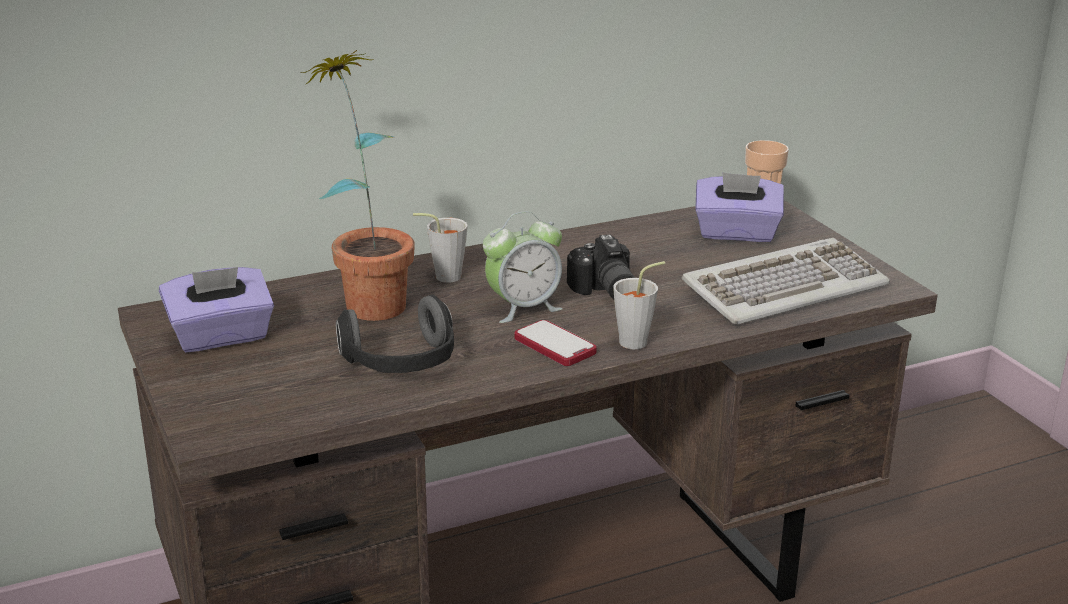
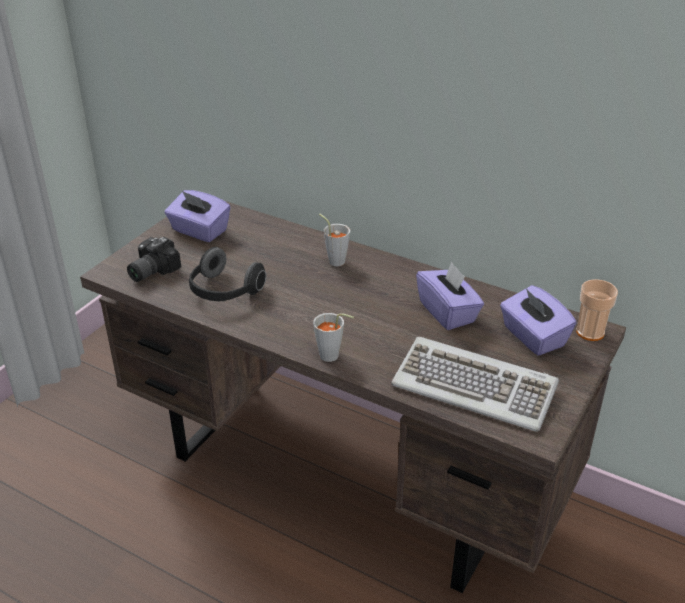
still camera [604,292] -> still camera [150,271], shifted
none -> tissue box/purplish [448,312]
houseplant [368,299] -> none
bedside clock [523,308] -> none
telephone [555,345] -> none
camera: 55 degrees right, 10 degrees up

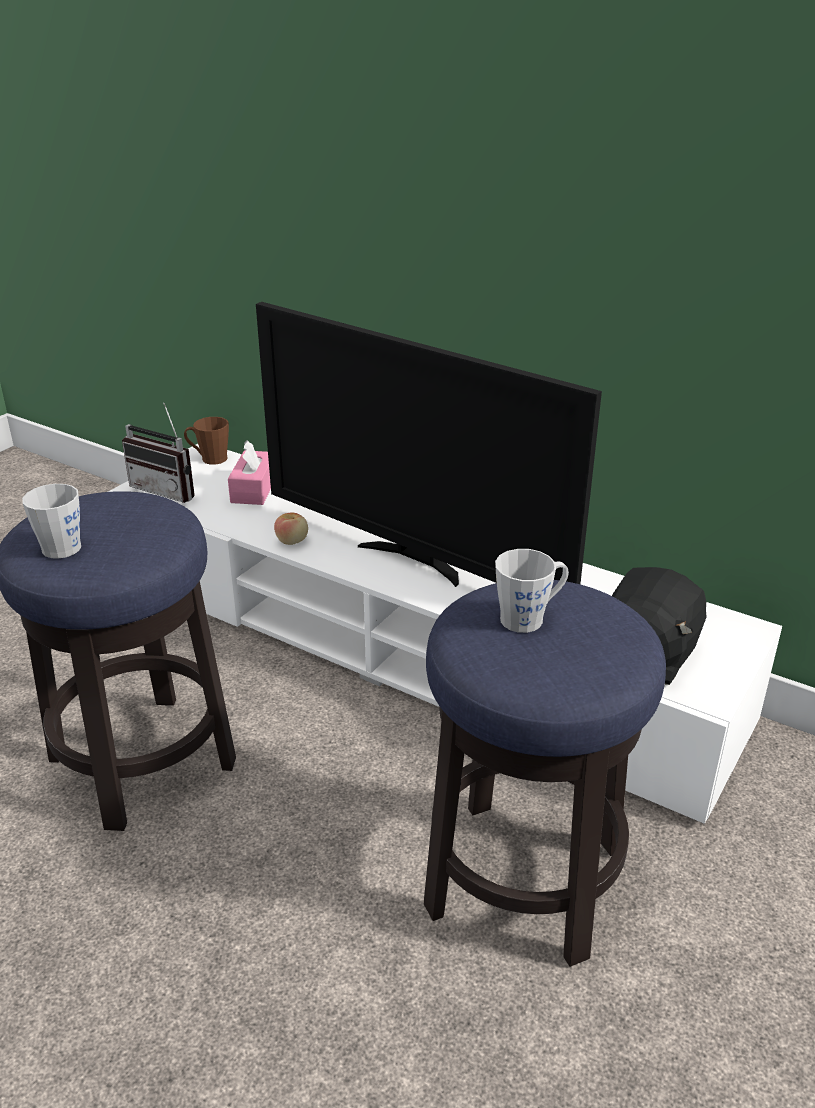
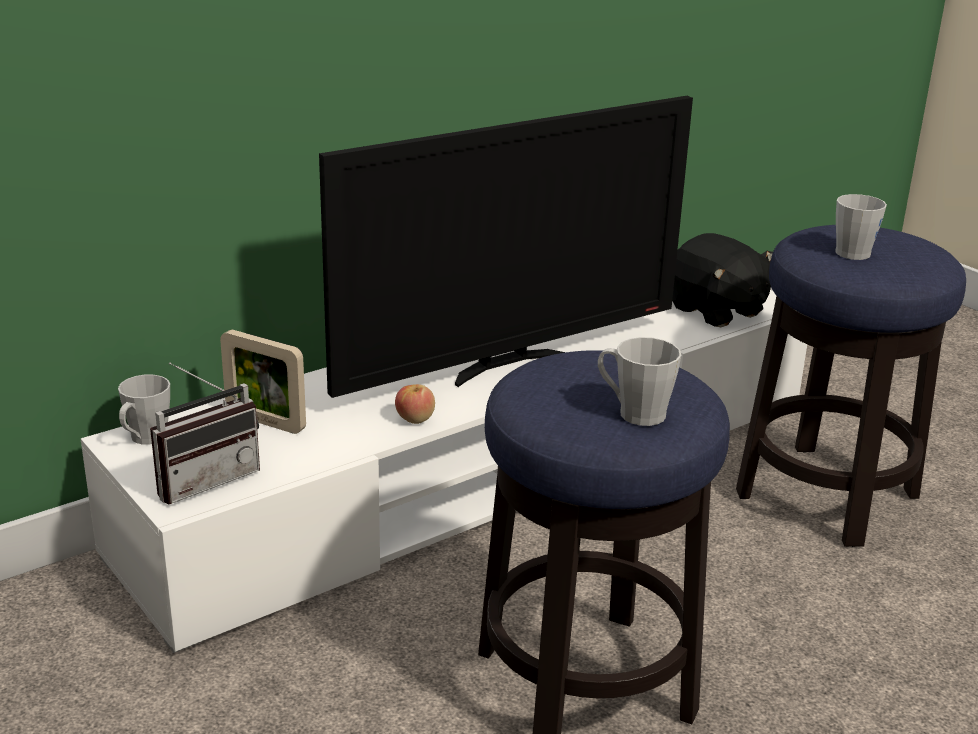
mug/brown-coloured [209,459] -> mug/grey [145,439]
tissue box/pink [254,489] -> picture frame [265,422]
camera: 70 degrees left, 5 degrees down

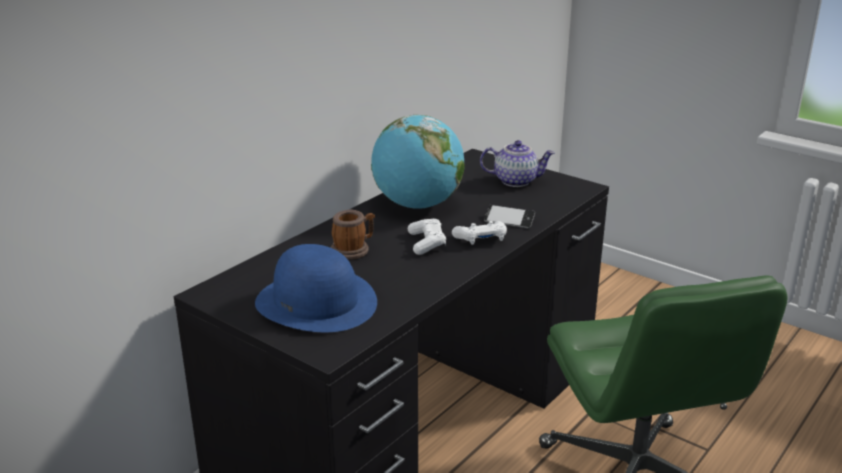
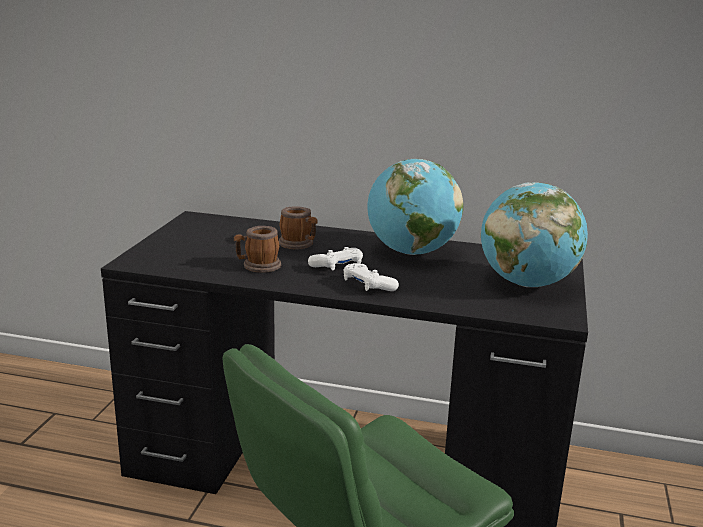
none -> mug [258,266]
pot for tea [516,181] -> world globe [527,283]
clothing hat/bluish [316,302] -> none
telephone [509,220] -> none
camera: 65 degrees right, 5 degrees down

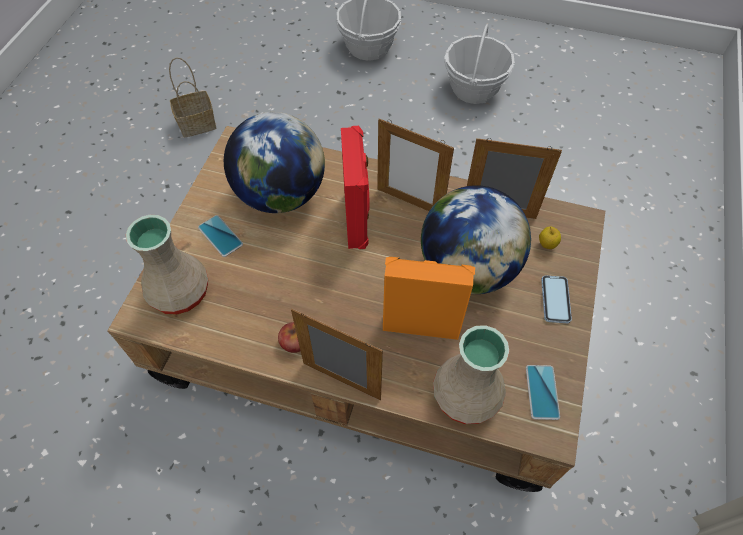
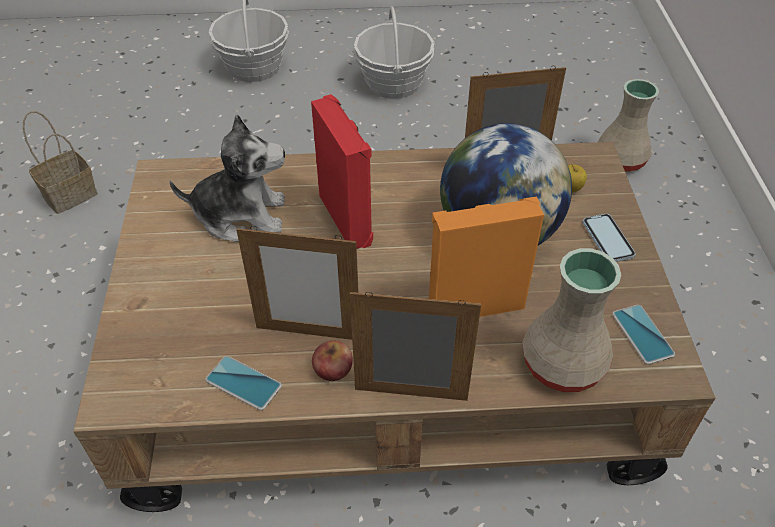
world globe [281,194] -> cuddly toy [241,215]
telephone [220,236] -> telephone [243,383], shifted
picture frame [409,202] -> picture frame [308,333], shifted
vase/beige-coloured [179,293] -> vase/beige-coloured [620,161], shifted
camera: 20 degrees left, 10 degrees down

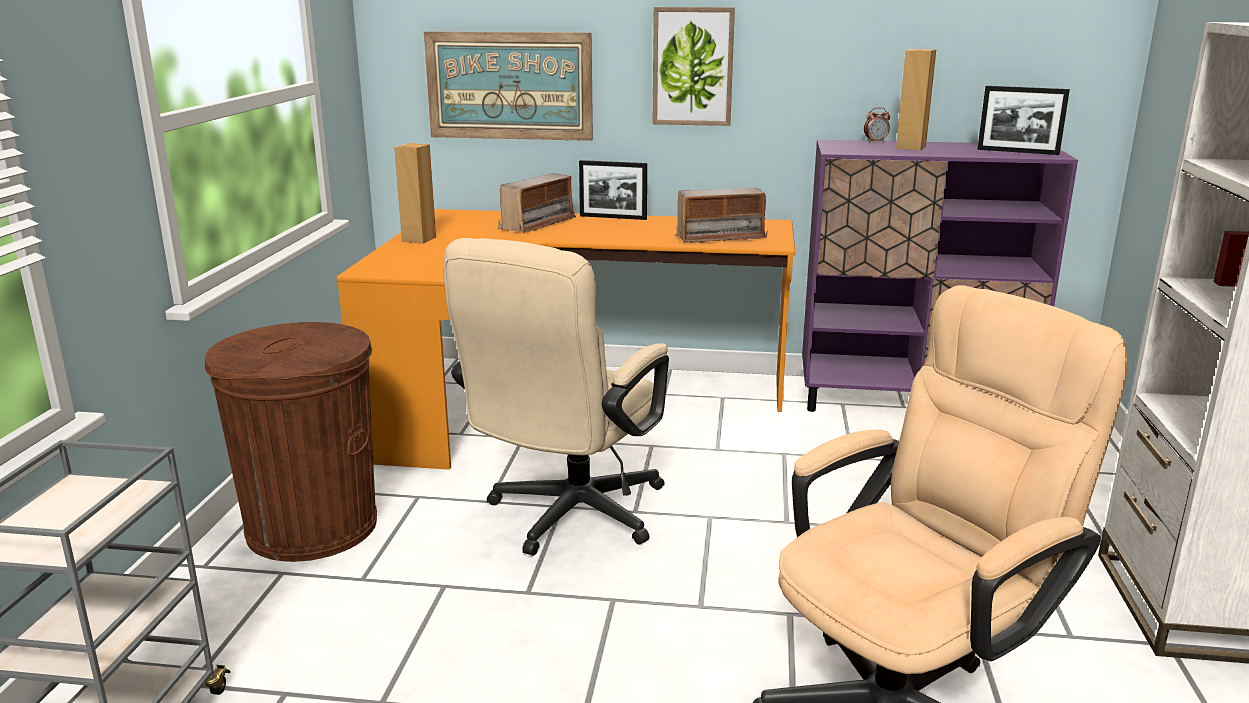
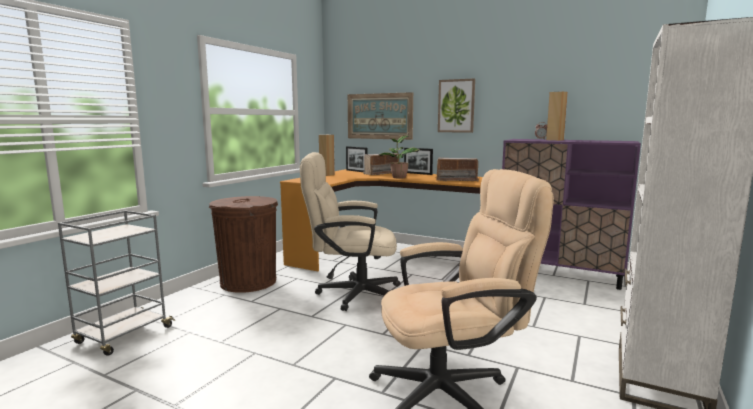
office chair/beige-coloured [568,518] -> office chair/beige-coloured [351,294], 45 degrees clockwise
picture frame [1017,152] -> picture frame [356,171], shifted
none -> houseplant [398,177]
camera: 20 degrees right, 10 degrees down

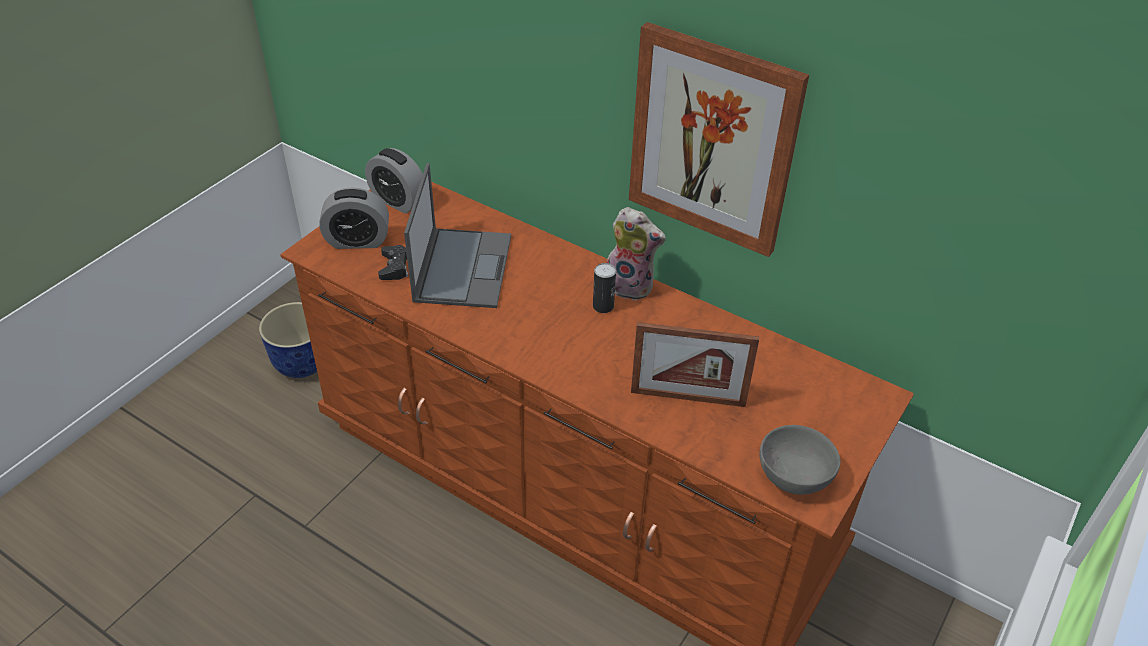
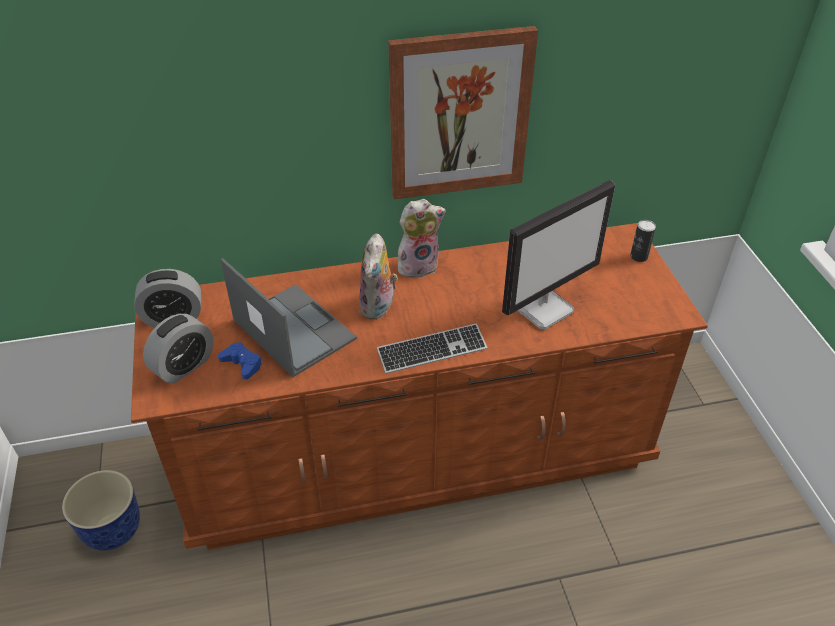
joypad/black [394,267] -> joypad/bluish [242,364]
none -> cuddly toy [379,307]
none -> PC keyboard [432,350]
picture frame [688,398] -> monitor [543,308]
sealed can [603,306] -> sealed can [639,256], shifted
bowl/grey [791,476] -> none
camera: 45 degrees left, 0 degrees up

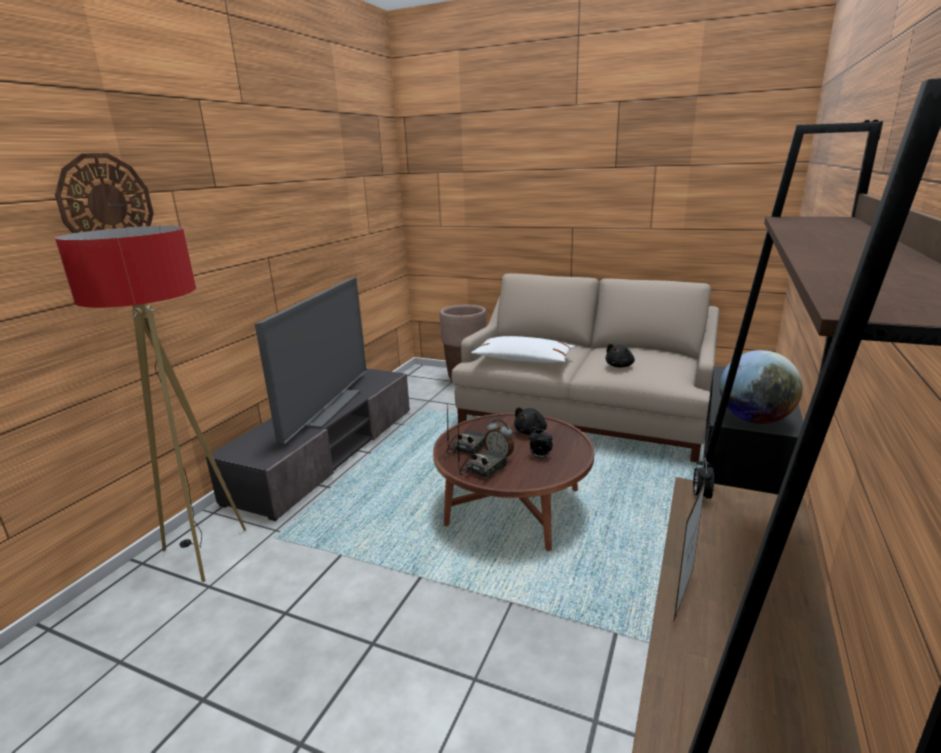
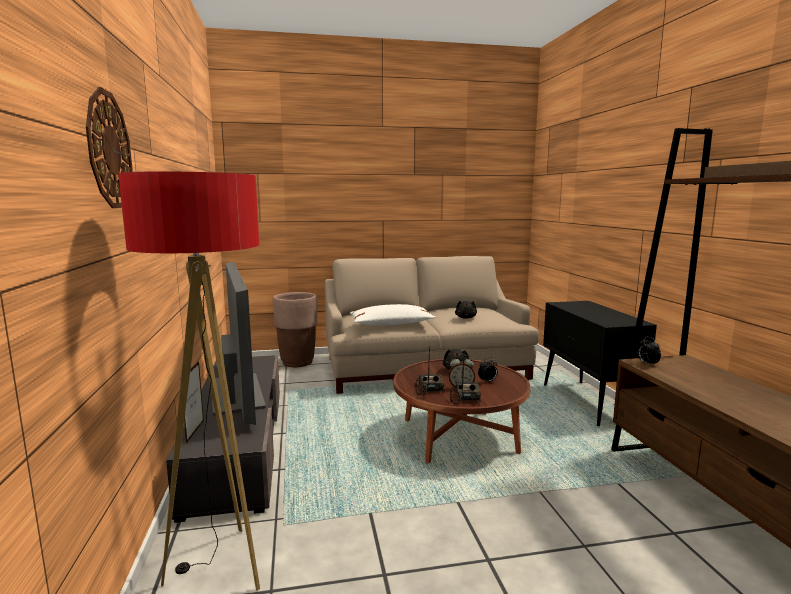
picture frame [684,594] -> picture frame [195,431], shifted
world globe [754,420] -> none
camera: 35 degrees left, 10 degrees down

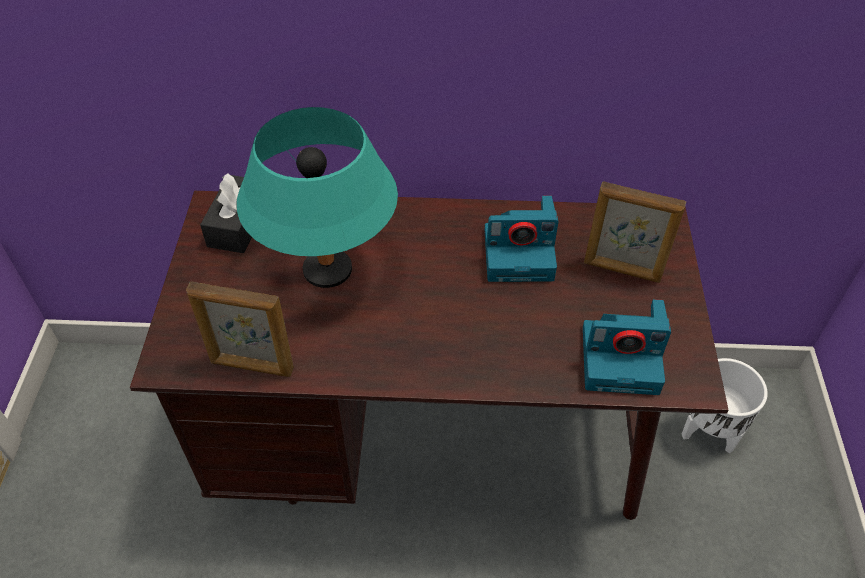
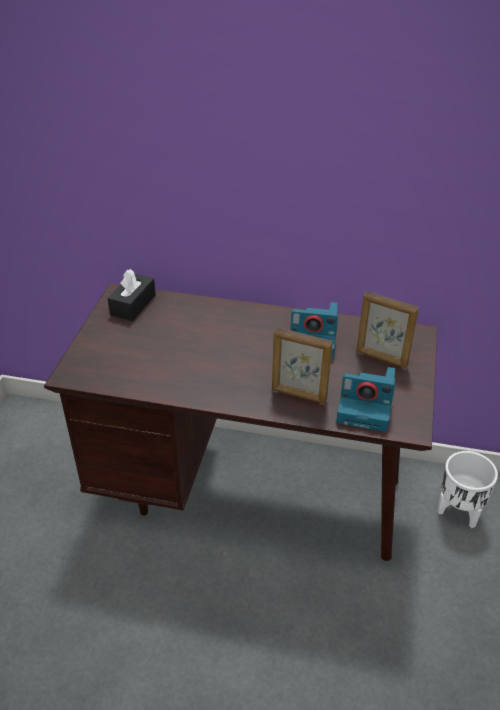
picture frame [251,366] -> picture frame [298,395], shifted
table lamp/blue-green [327,270] -> none
camera: 10 degrees right, 10 degrees down

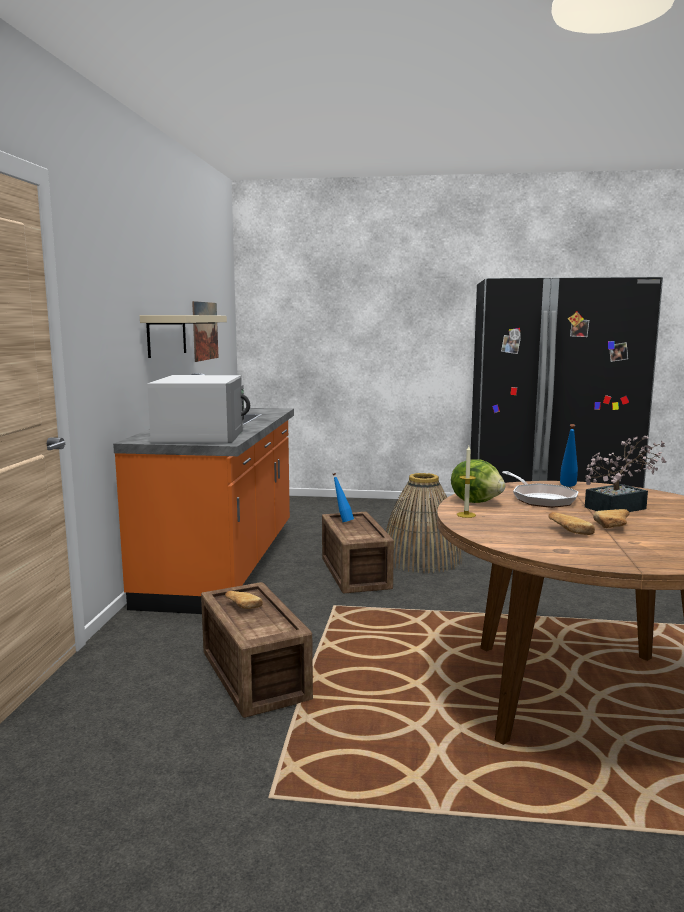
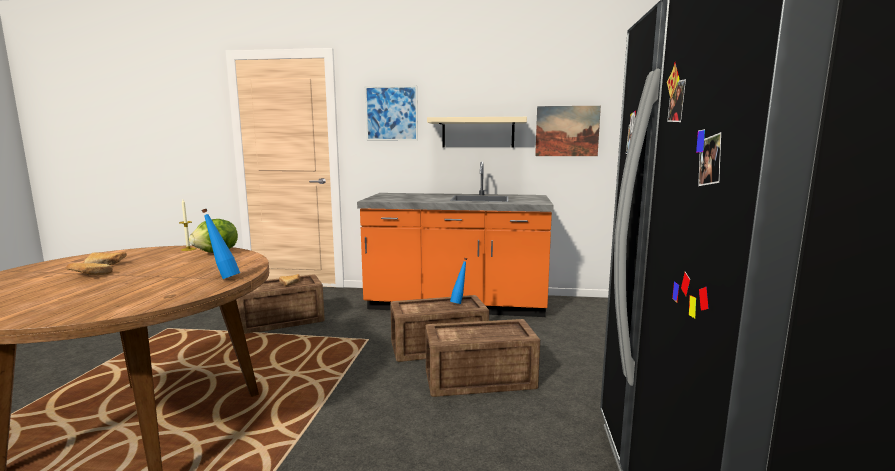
none -> picture [391,113]
household basket [421,558] -> crate [482,380]
microwave oven/white [201,434] -> none
frying pan [541,499] -> none
houseplant [621,507] -> none
camera: 90 degrees right, 0 degrees up

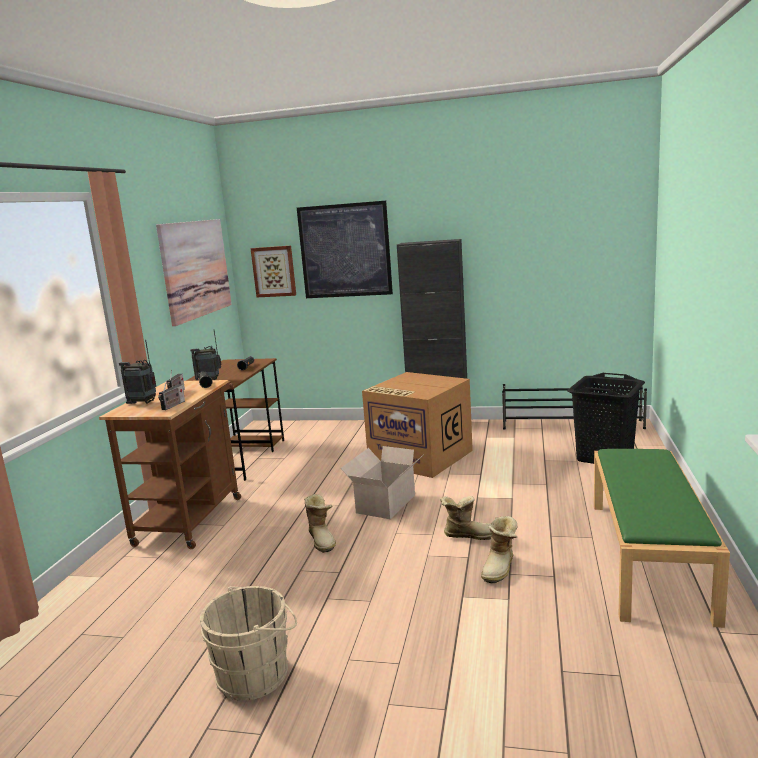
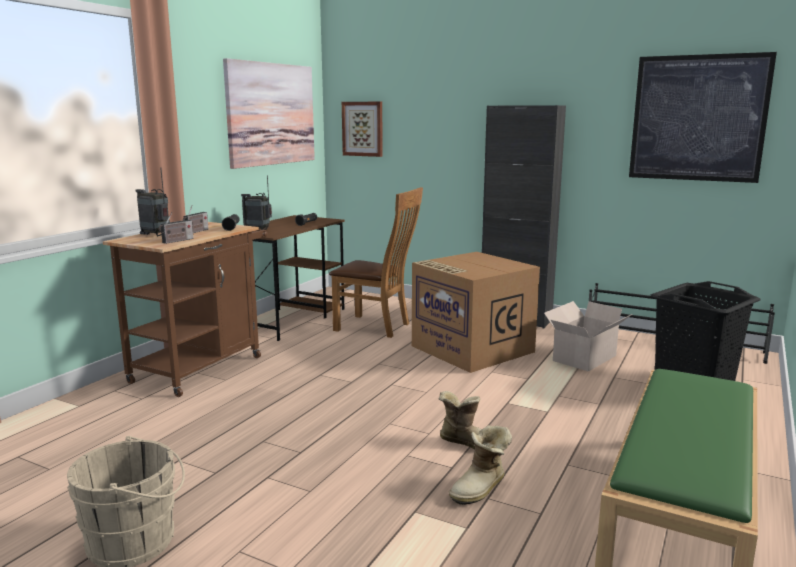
none -> upright chair/brown-coloured [376,327]
packing box [384,504] -> packing box [583,358], shifted
picture [345,250] -> picture [698,118], shifted
boot [322,540] -> none
camera: 15 degrees right, 0 degrees up

